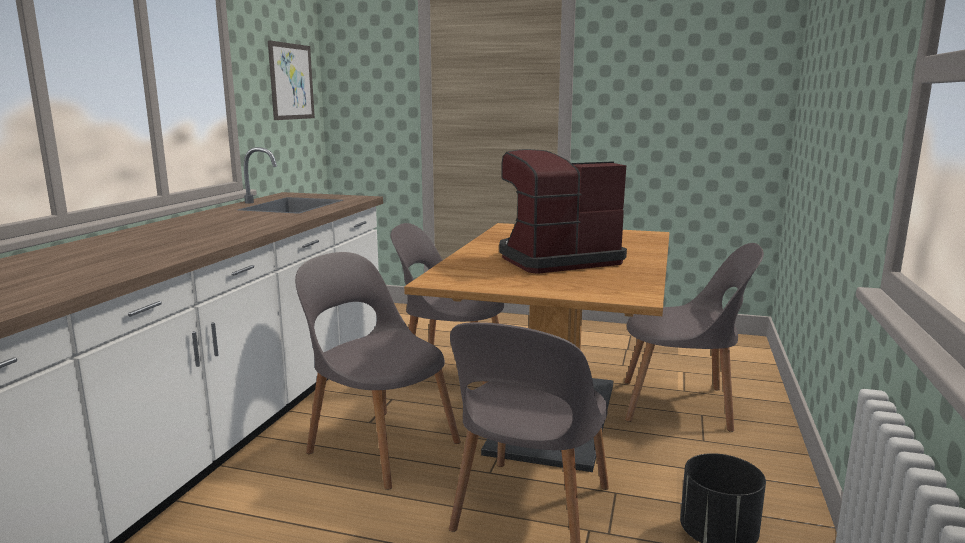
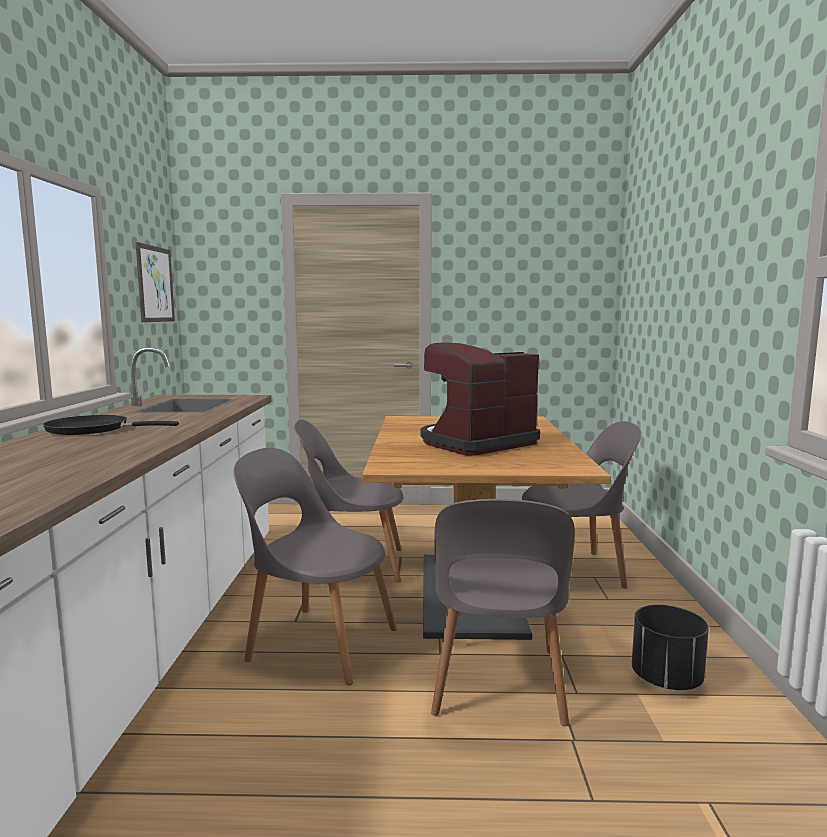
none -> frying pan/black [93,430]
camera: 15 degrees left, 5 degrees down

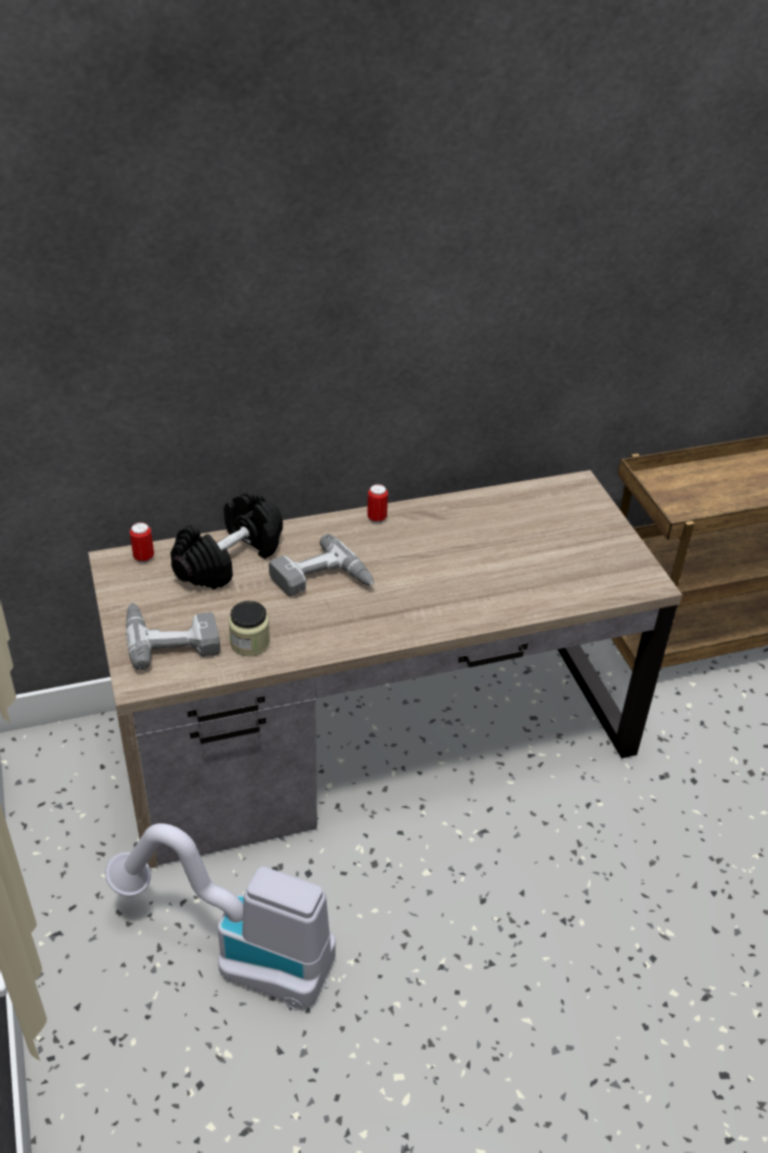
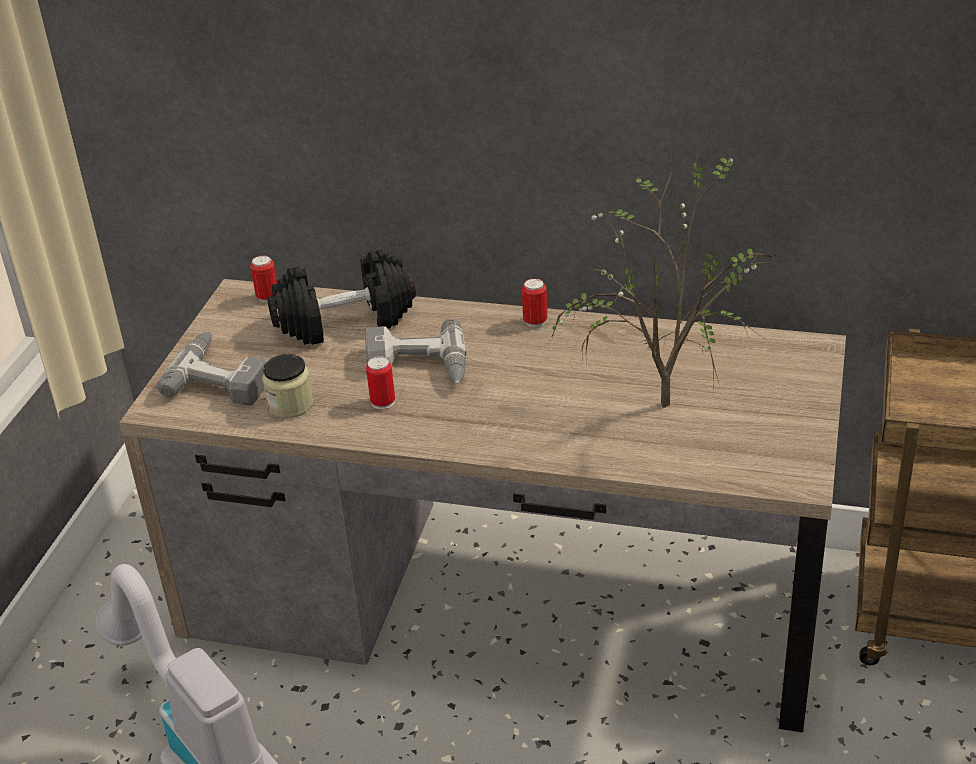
none -> sealed can [383,402]
none -> houseplant [662,400]
camera: 35 degrees right, 5 degrees down

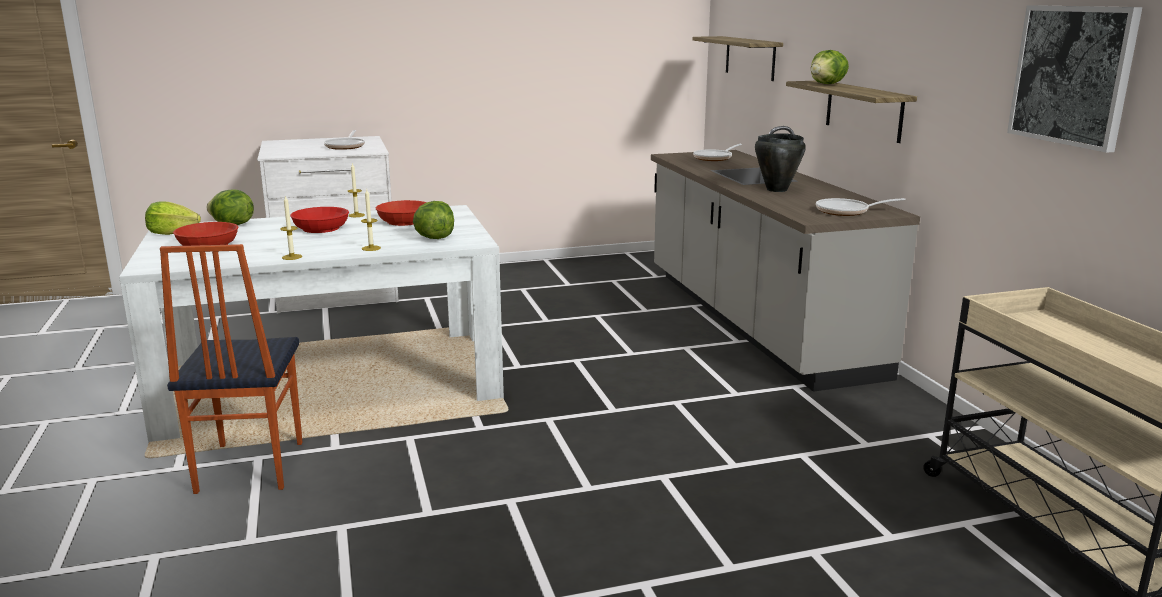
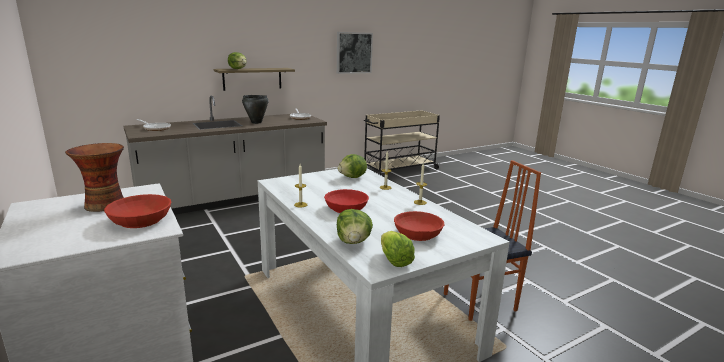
frying pan [346,146] -> vase [104,204]
bowl/reddish [404,221] -> bowl/reddish [140,220], shifted
wall shelf [750,58] -> none
camera: 105 degrees left, 0 degrees up

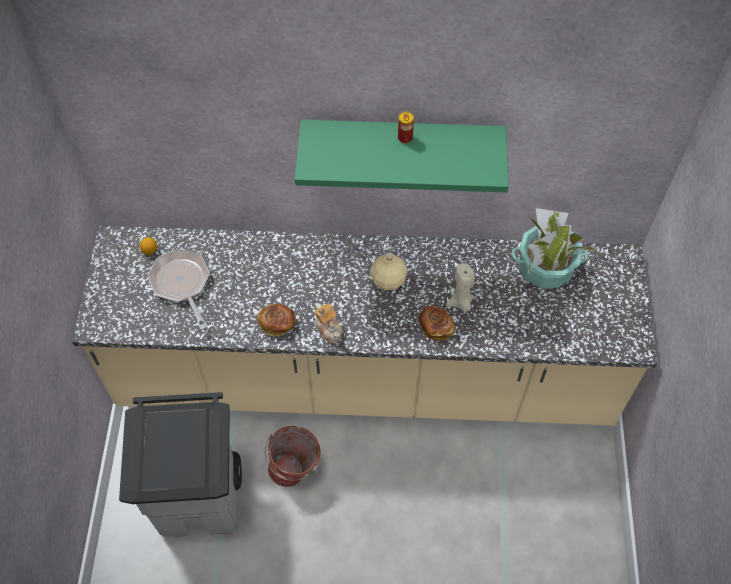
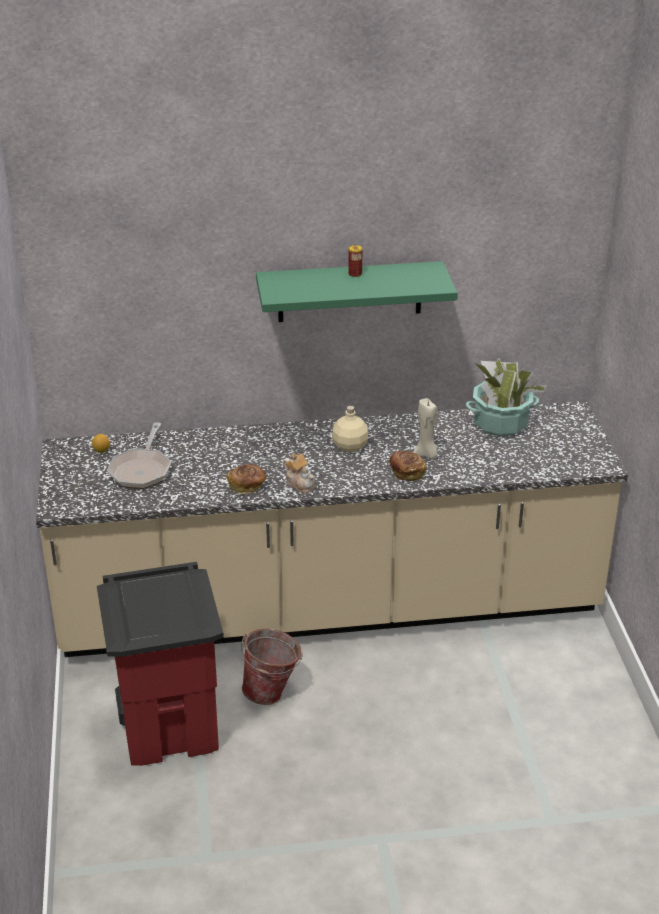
waste bin/grey [201,498] -> waste bin/reddish [171,728]
frying pan [182,284] -> frying pan [141,470], 135 degrees counterclockwise
camera: 10 degrees left, 25 degrees down

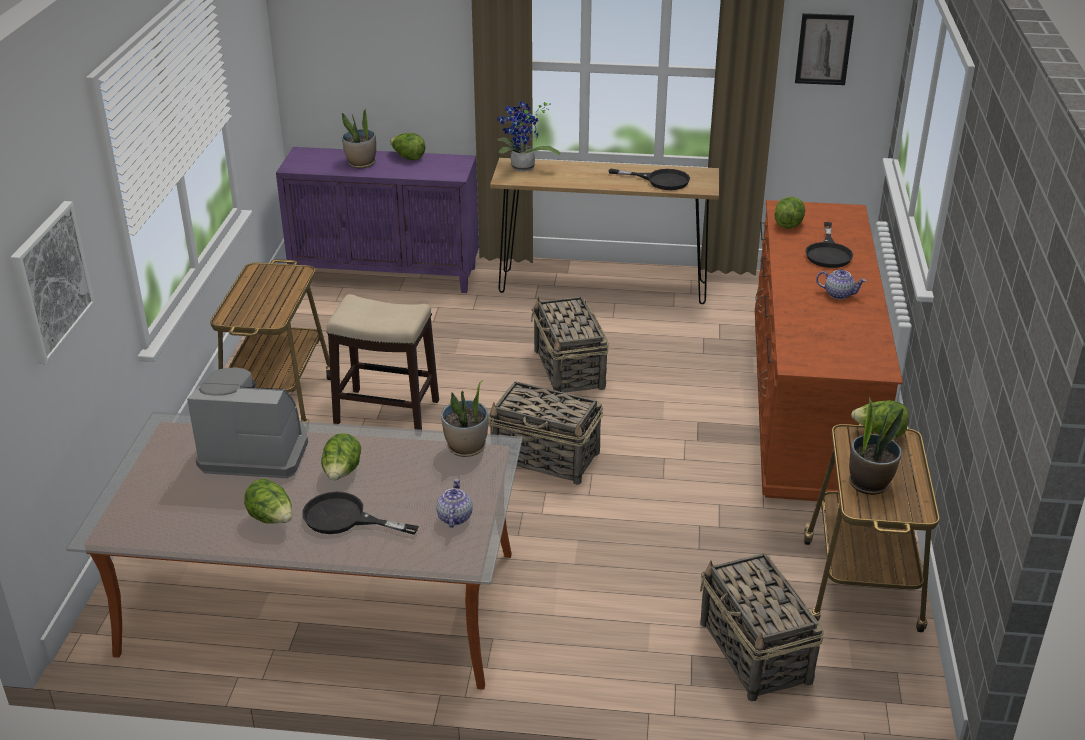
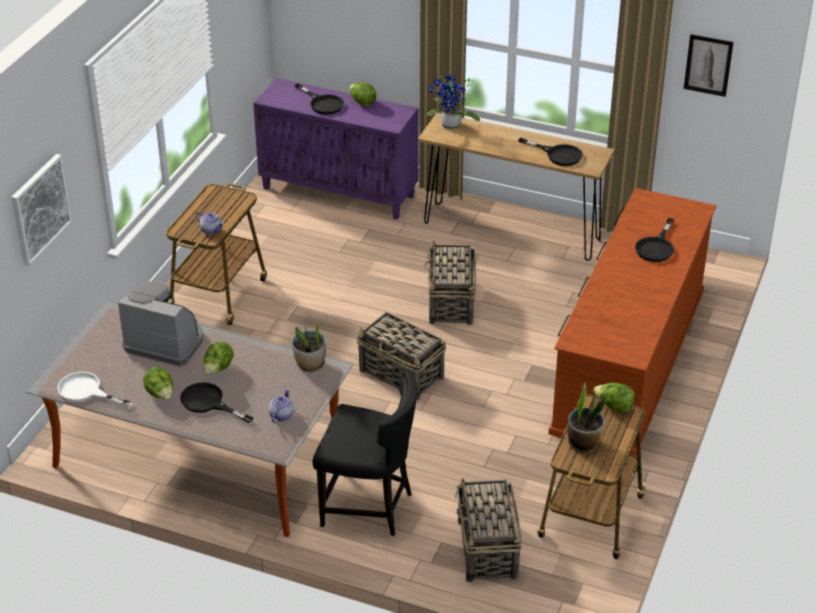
none -> frying pan/white [86,391]
pot for tea [839,294] -> pot for tea [211,230], shifted
houseplant [361,164] -> frying pan/black [323,103]
none -> upright chair/black [369,508]
sitting stool [388,412] -> none
lettuce head [788,224] -> none
camera: 15 degrees right, 5 degrees up

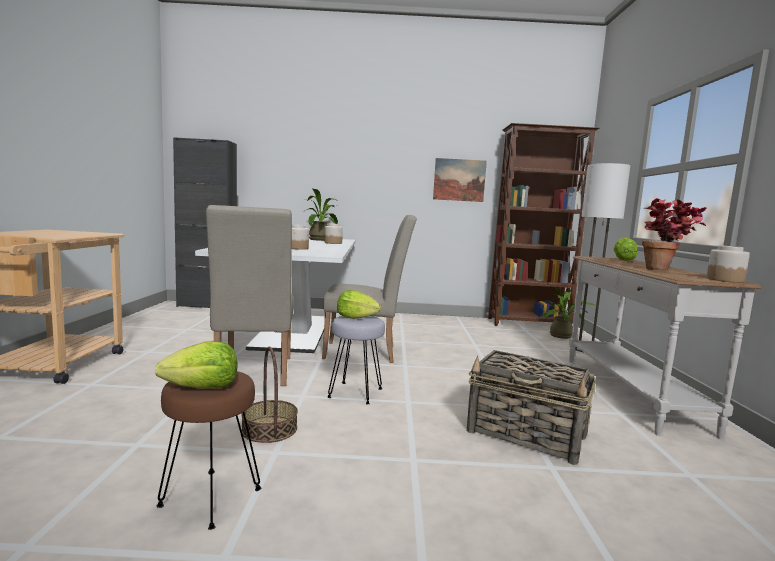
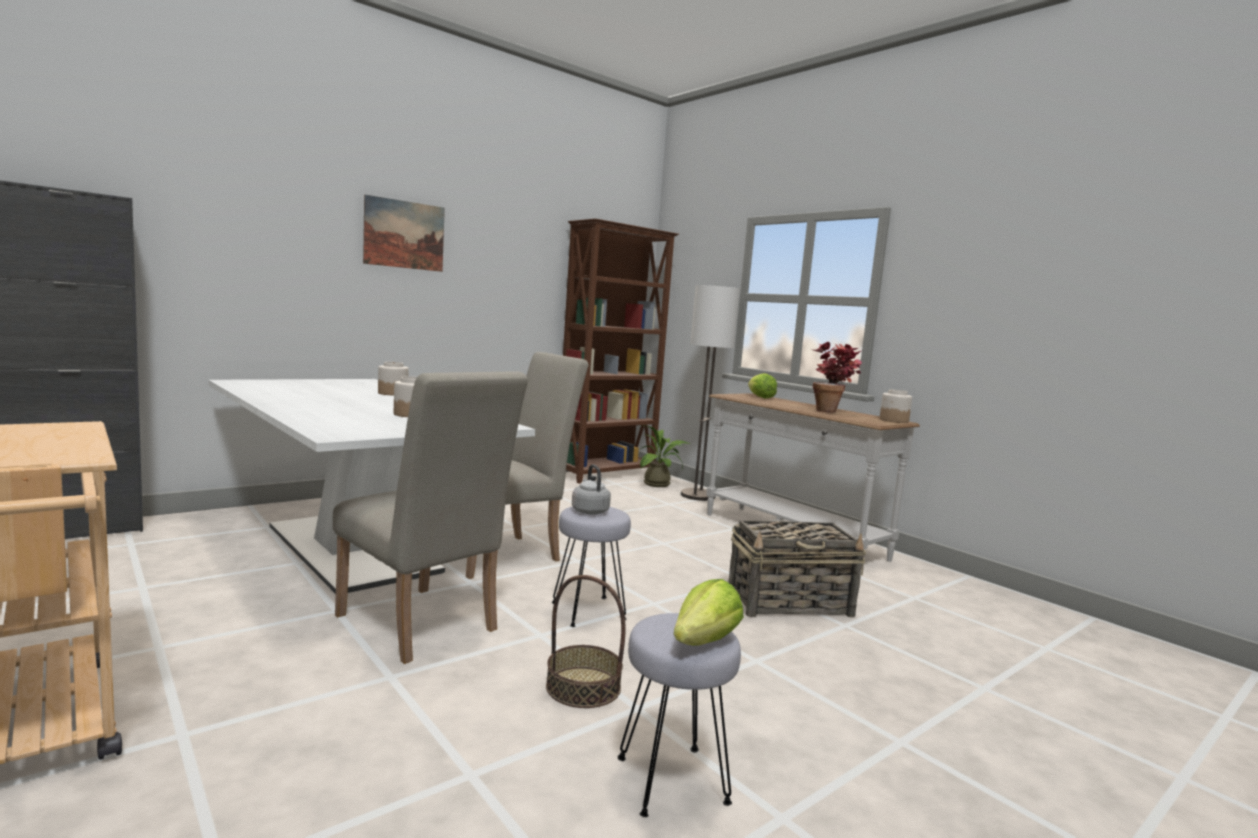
picture [459,180] -> picture [404,234], shifted
lettuce head [356,317] -> tea kettle/grey [589,511]
sitting stool/brown-coloured [209,498] -> sitting stool/grey [672,781]
houseplant [321,239] -> none
camera: 40 degrees left, 0 degrees up

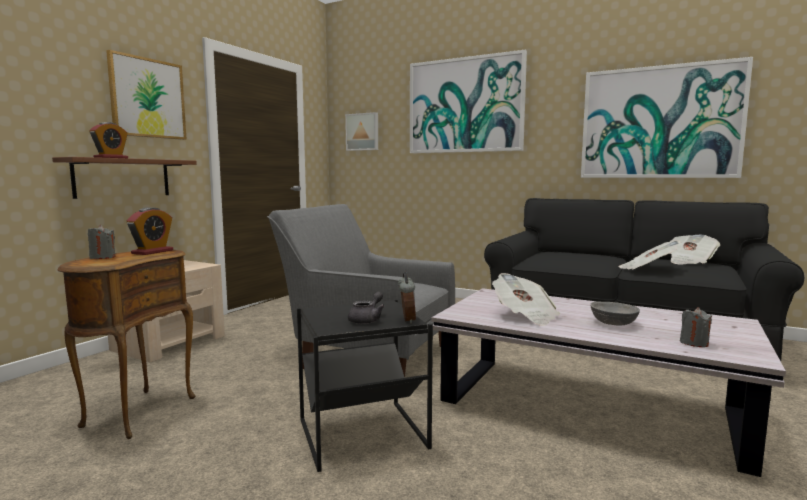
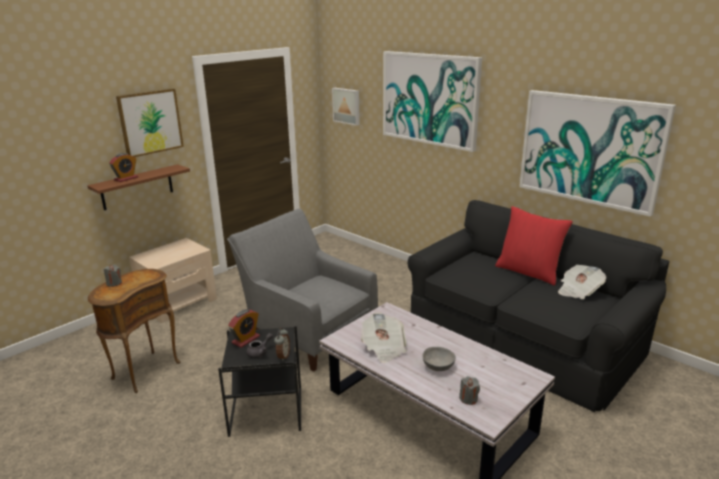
bedside clock [152,252] -> bedside clock [246,340], shifted
none -> throw pillow/reddish [529,272]
daily paper [647,269] -> none
camera: 15 degrees right, 15 degrees up

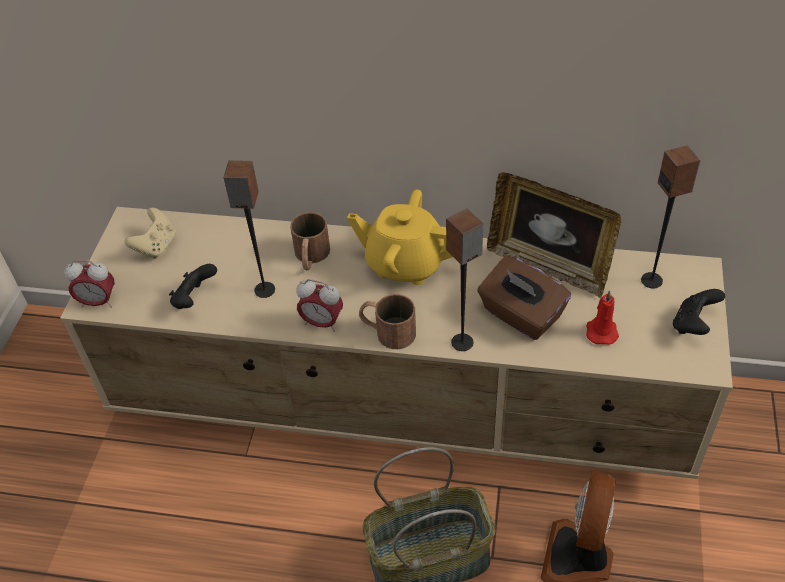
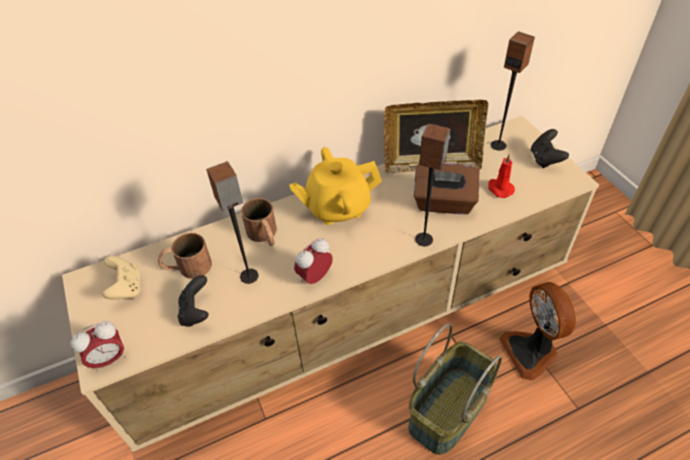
mug/brown-coloured [387,331] -> mug/brown-coloured [187,267], shifted
bedside clock [322,323] -> bedside clock [315,277], 150 degrees clockwise
camera: 35 degrees left, 0 degrees up

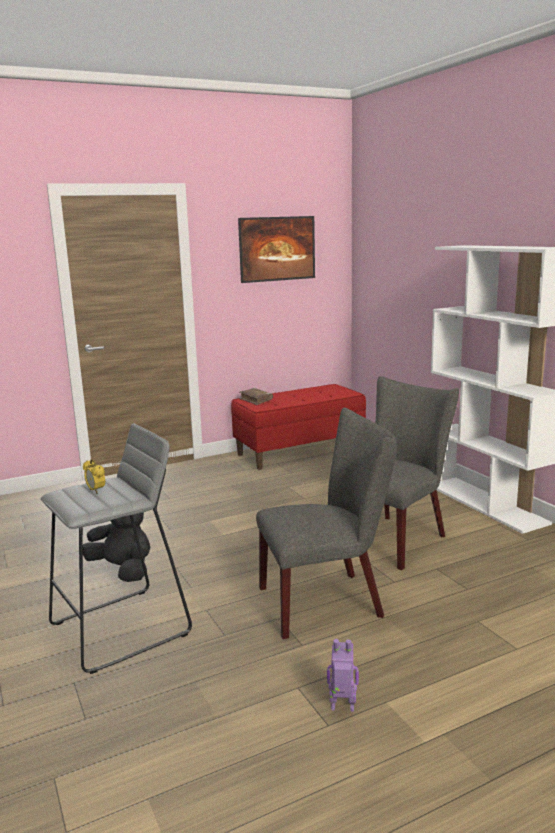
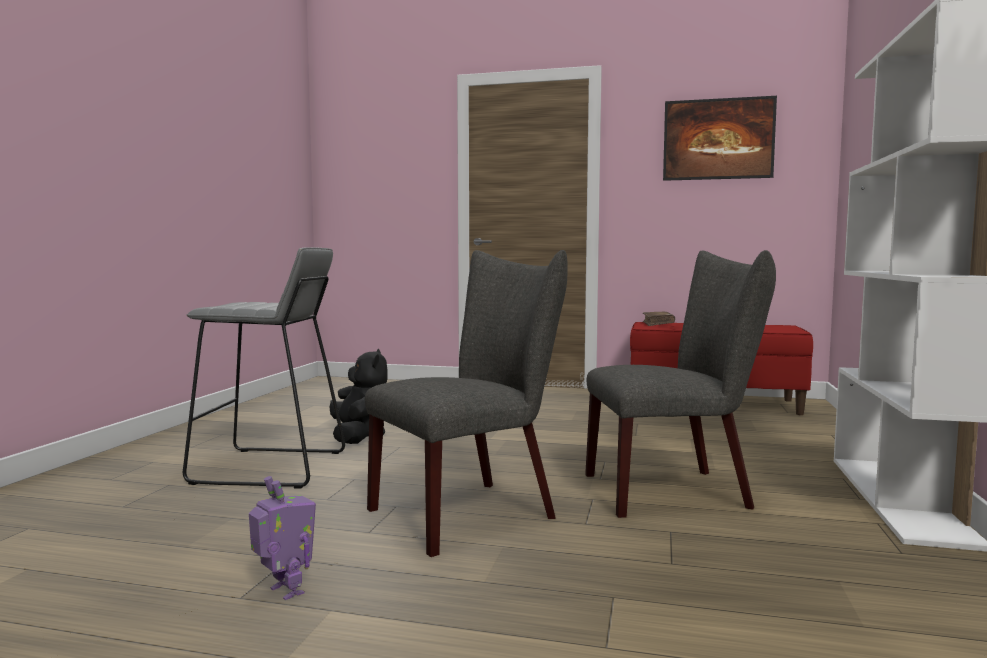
upright chair/grey [328,601] -> upright chair/grey [472,512], 60 degrees counterclockwise
bedside clock [96,491] -> none
camera: 40 degrees right, 10 degrees down

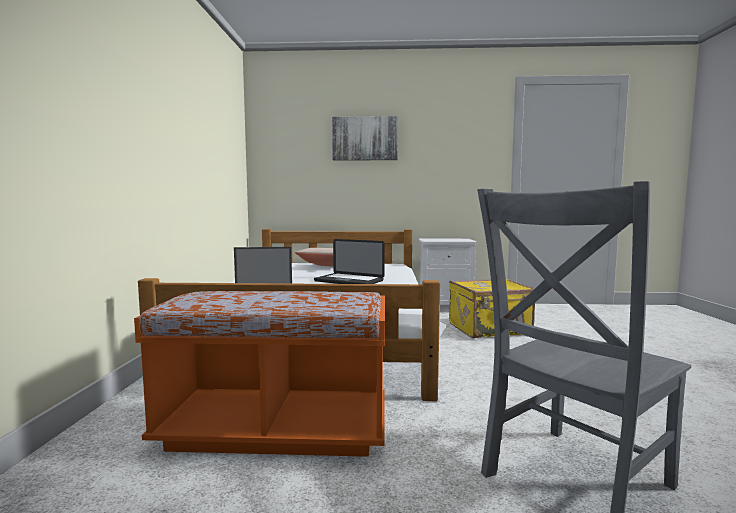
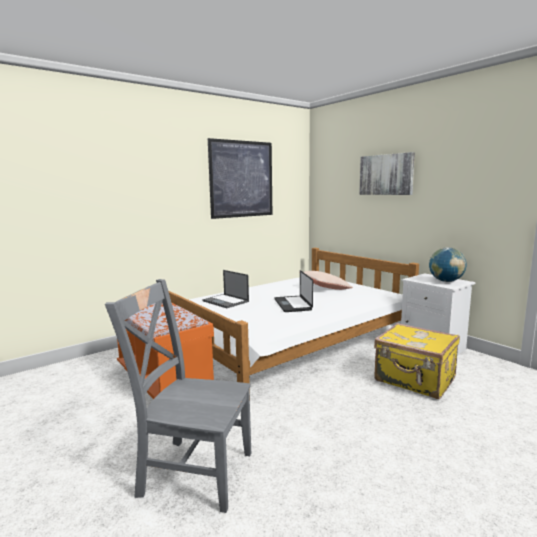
none -> picture [241,179]
none -> world globe [446,281]
camera: 50 degrees right, 5 degrees up

